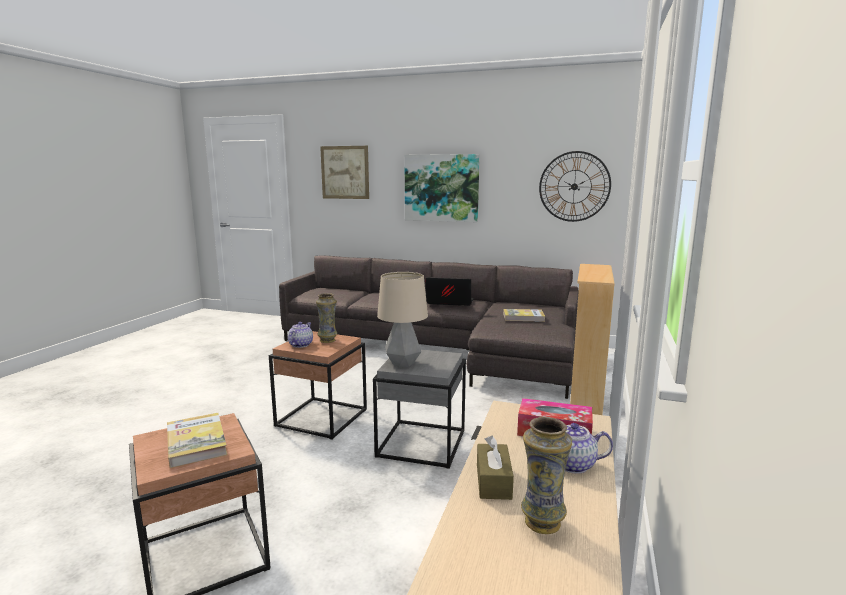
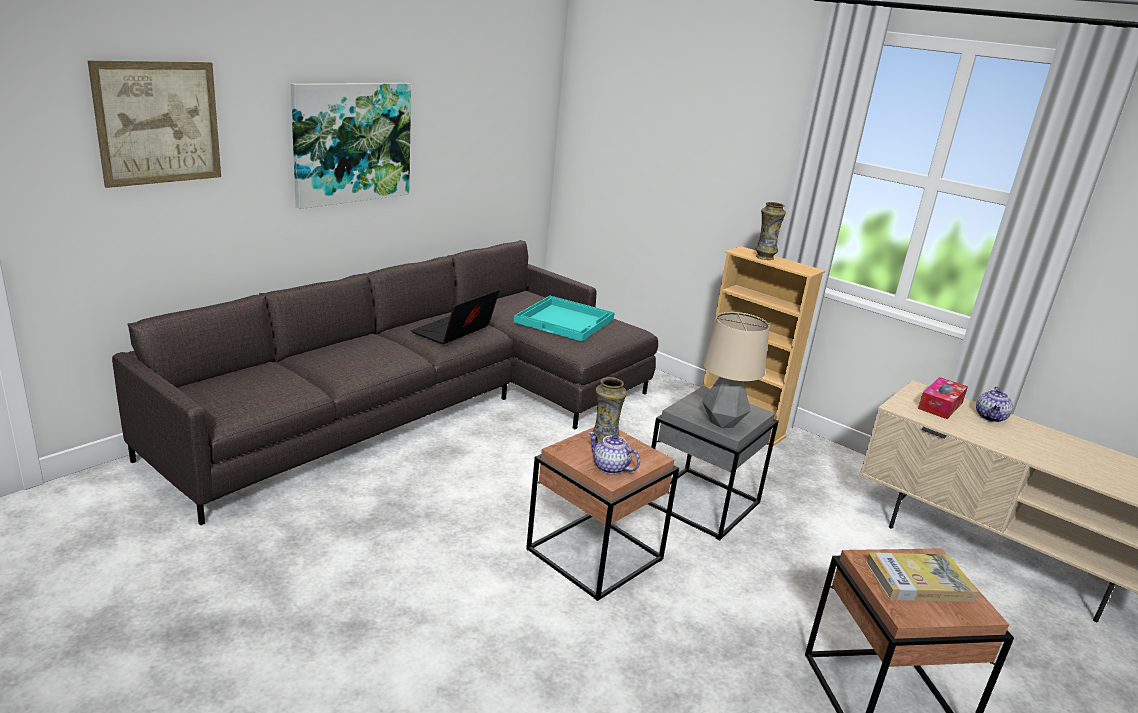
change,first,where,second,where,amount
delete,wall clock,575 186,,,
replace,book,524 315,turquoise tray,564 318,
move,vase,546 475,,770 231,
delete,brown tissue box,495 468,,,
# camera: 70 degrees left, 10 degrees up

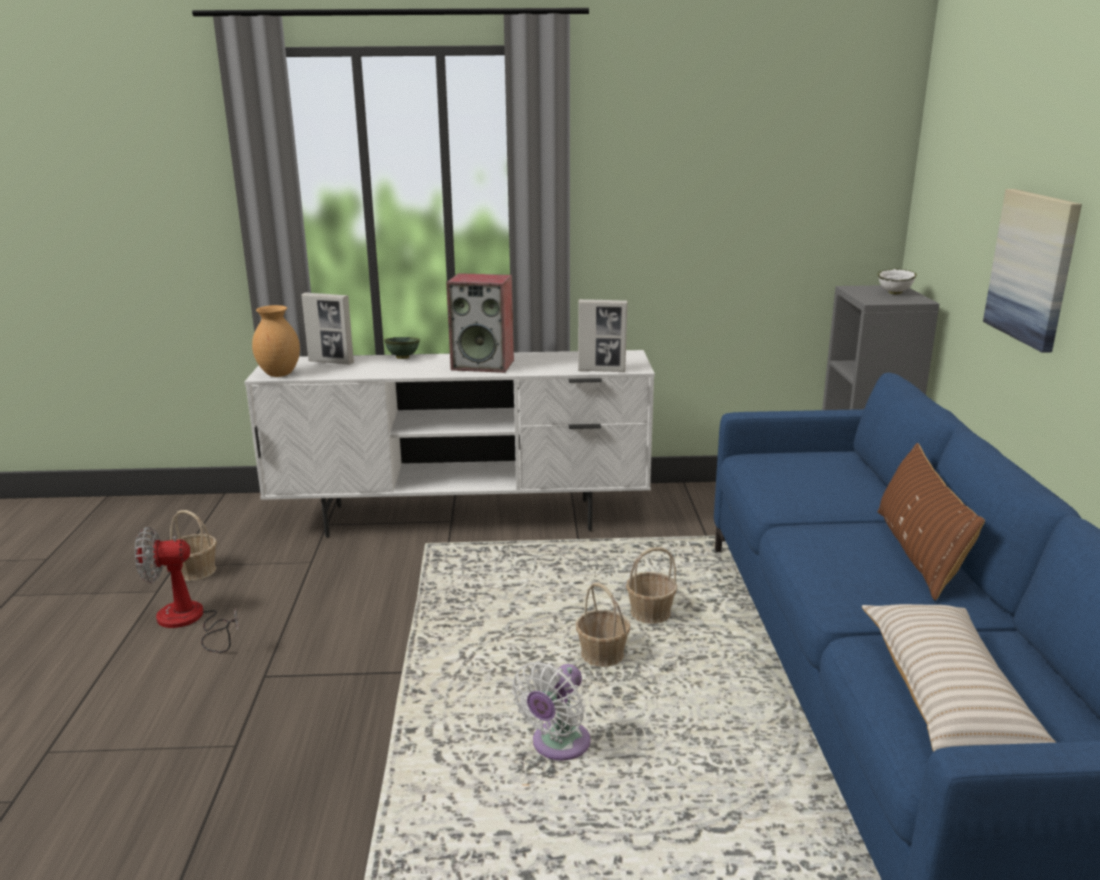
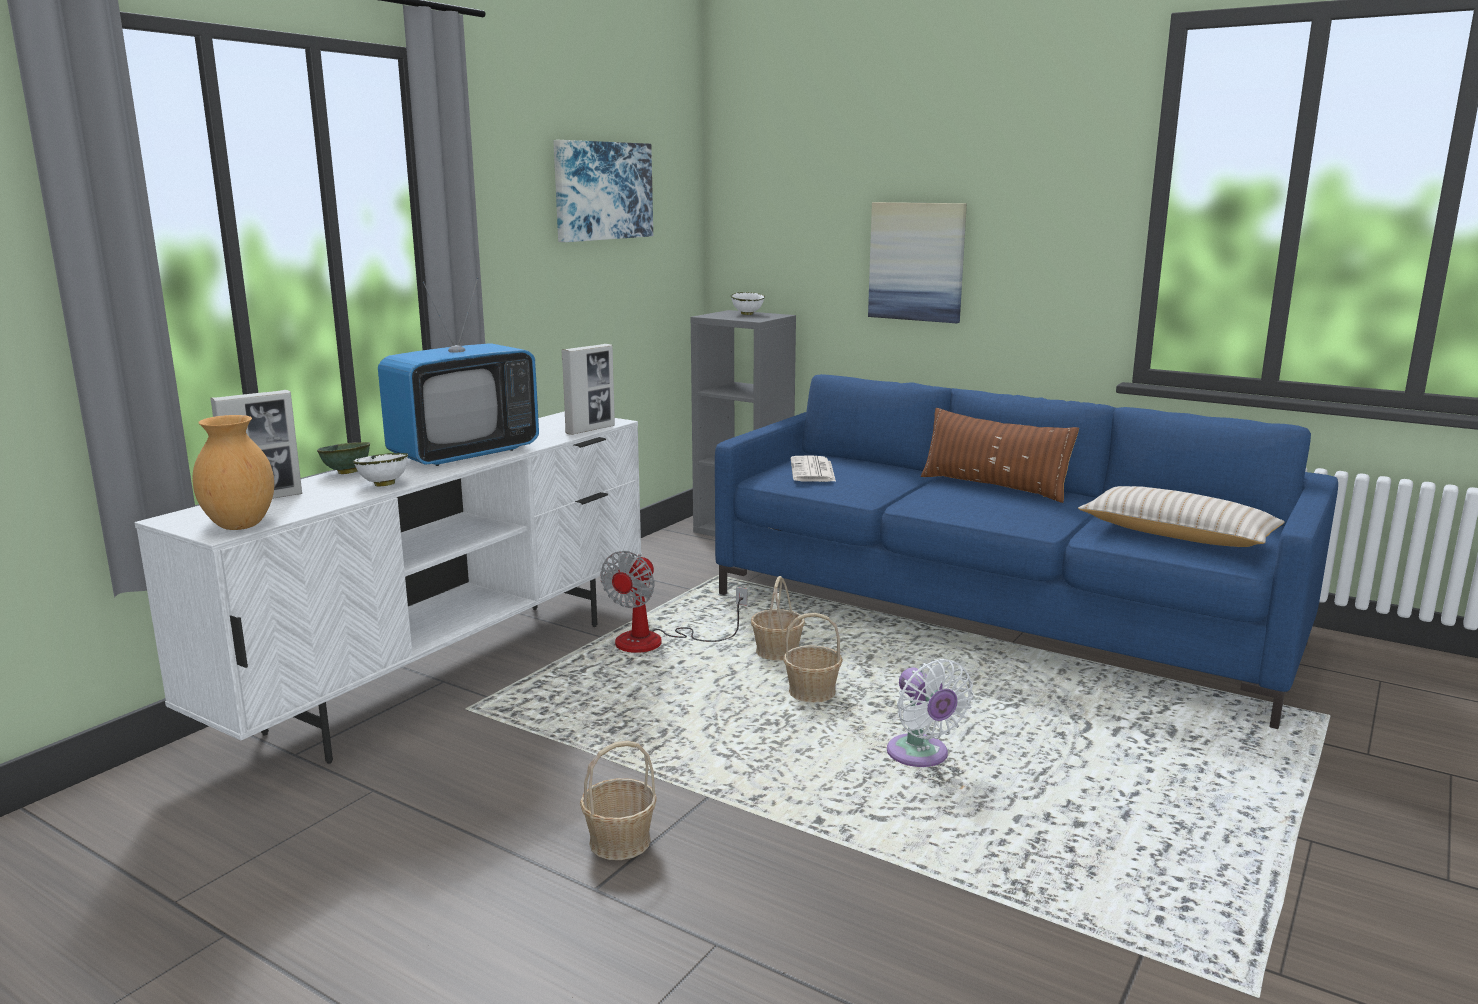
change,first,where,second,where,amount
replace,speaker,480 323,television,458 371,
move,basket,193 545,,618 800,
move,fan,186 590,,674 602,
insert,,,picture,603 191,
insert,,,white bowl,380 470,
insert,,,newspaper,813 468,
# camera: 55 degrees left, 5 degrees down

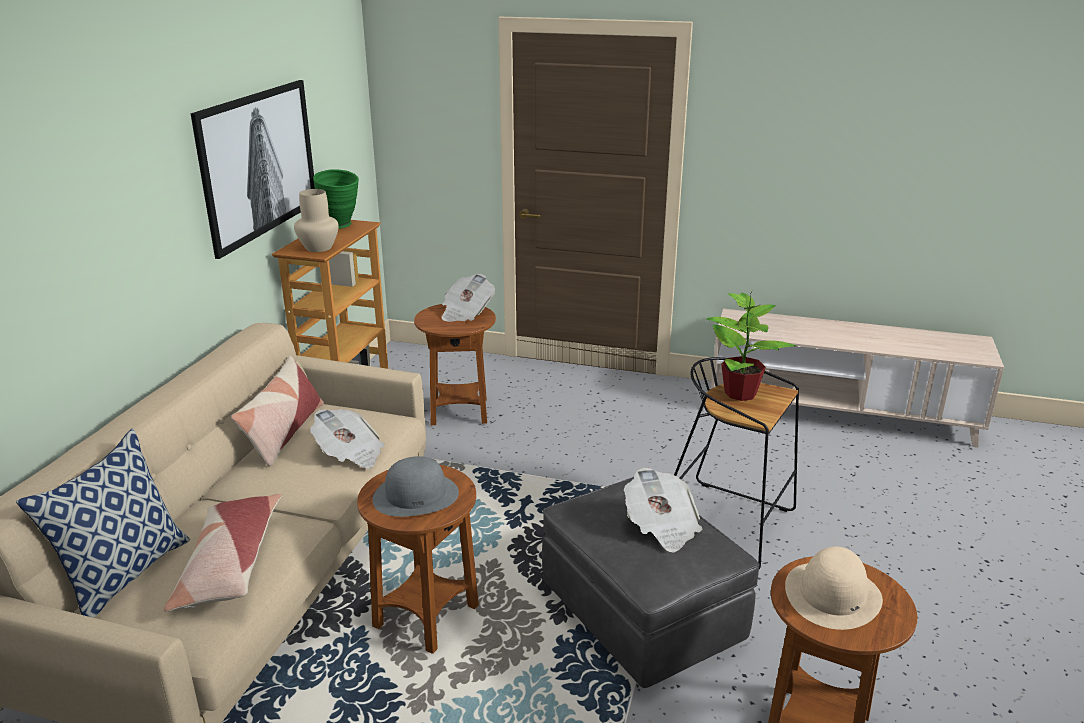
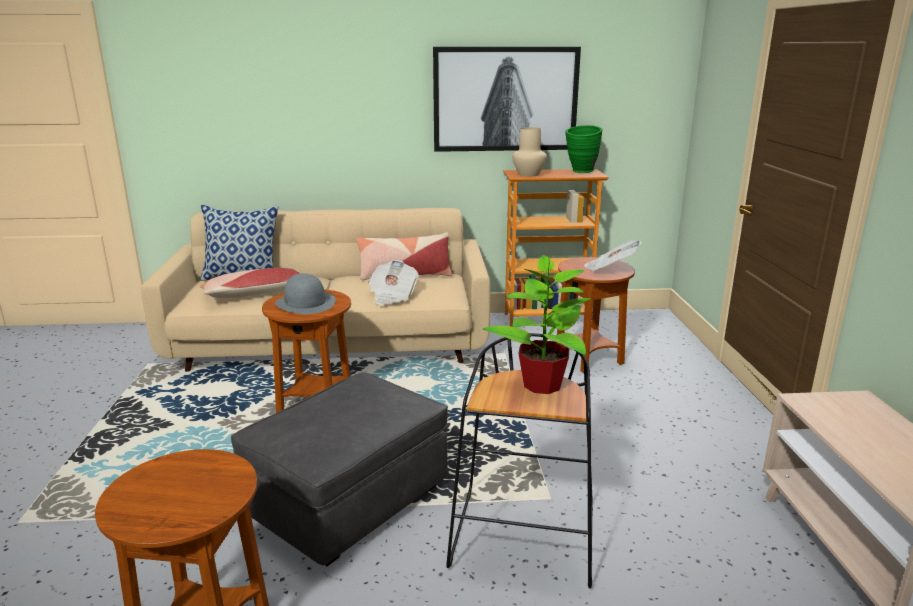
change,first,where,second,where,amount
delete,newspaper,663 510,,,
delete,beige hat,834 588,,,
# camera: 70 degrees right, 5 degrees down

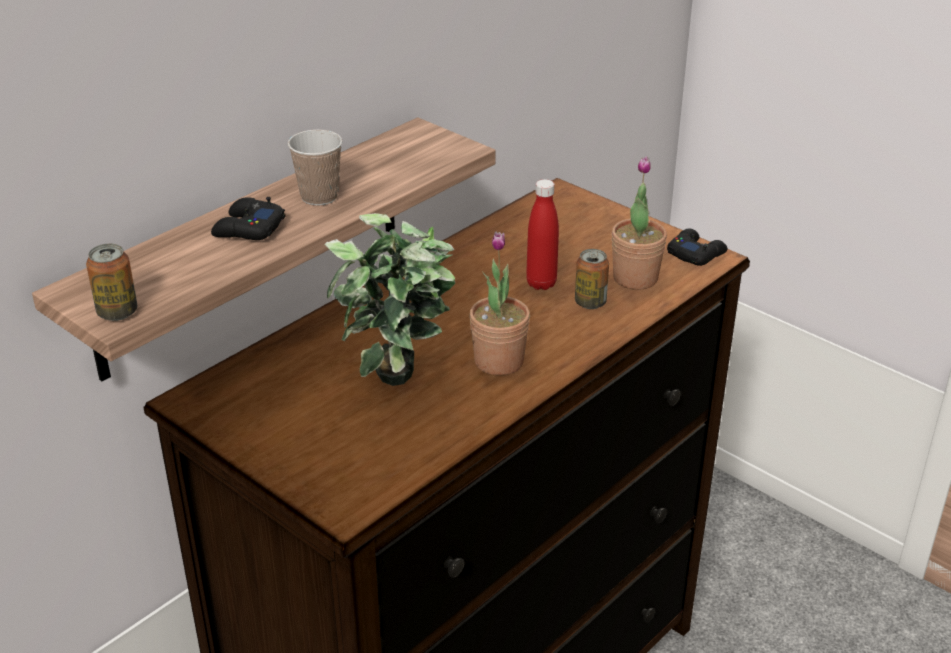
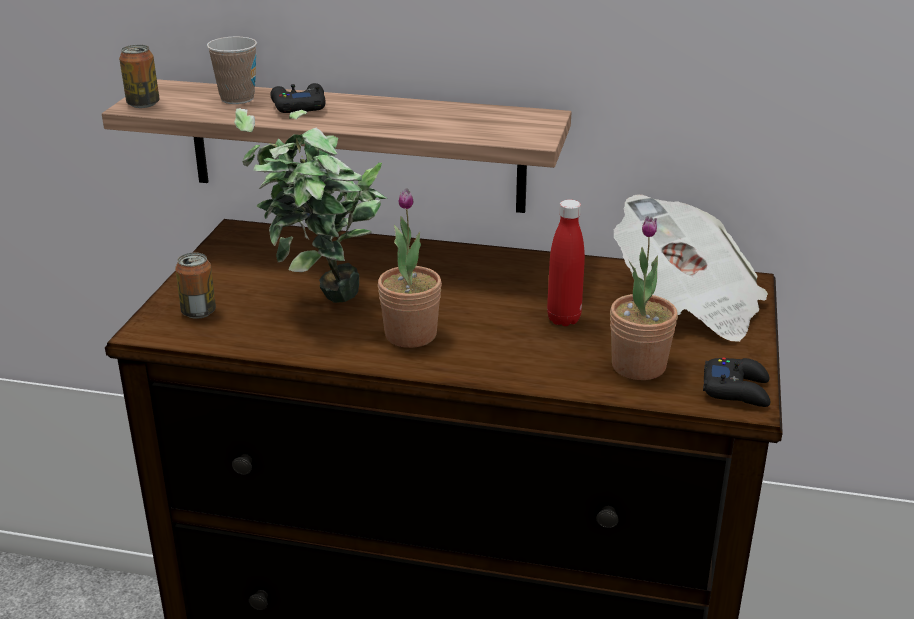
change,first,where,second,where,amount
move,cup,315 168,,232 70,
move,can,592 279,,195 285,
insert,,,newspaper,691 268,
# camera: 60 degrees right, 5 degrees down

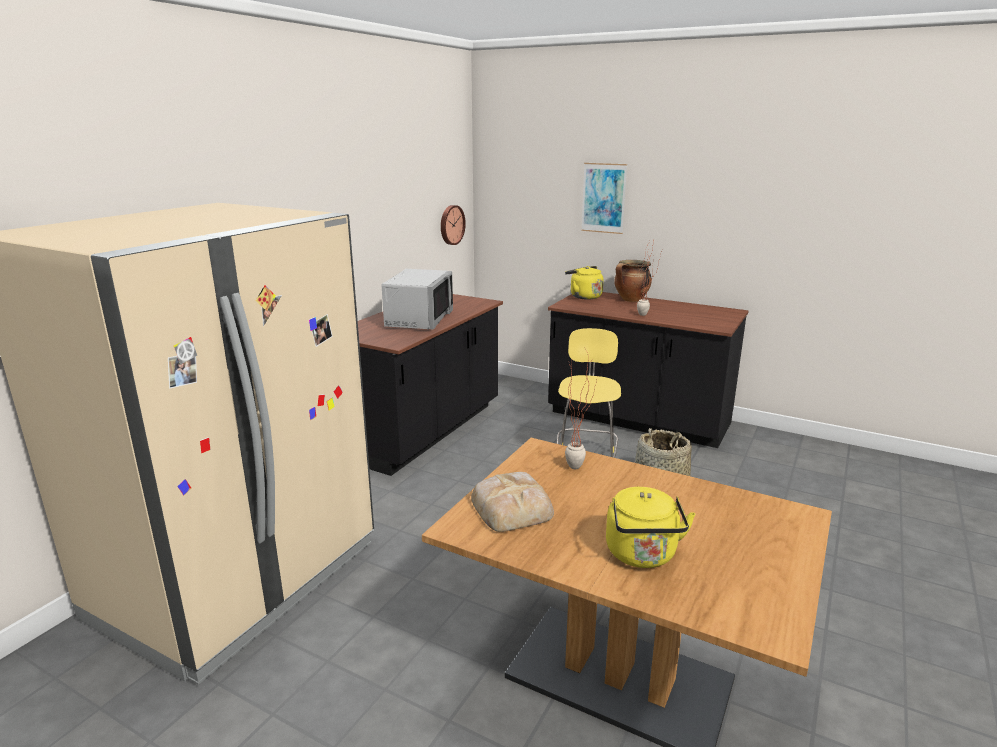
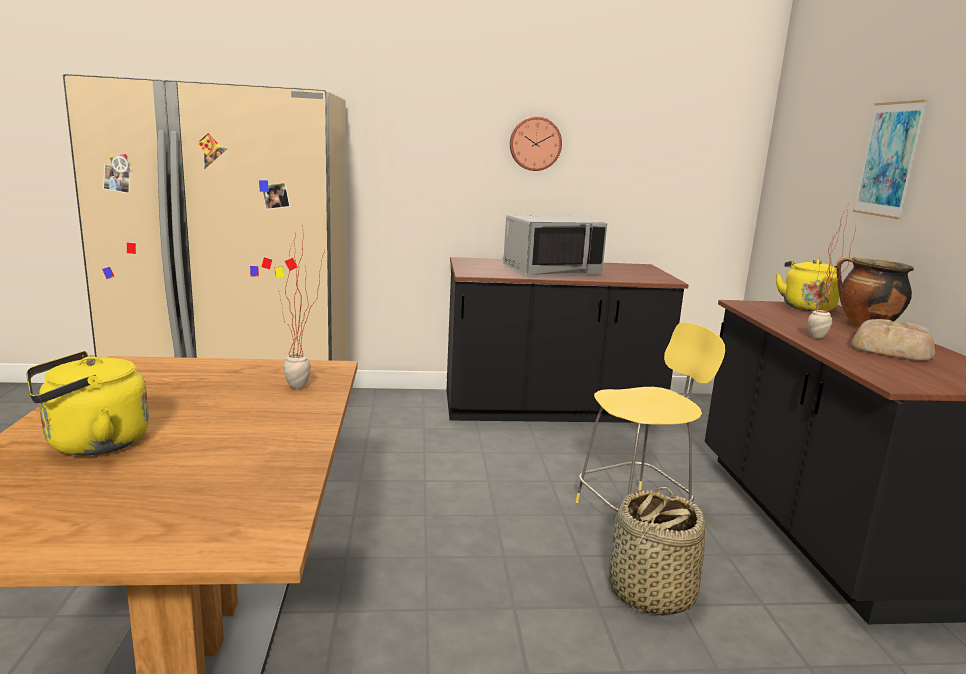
change,first,where,second,where,amount
move,wall clock,453 225,,536 144,
move,bread,512 502,,893 340,
# camera: 55 degrees right, 5 degrees down

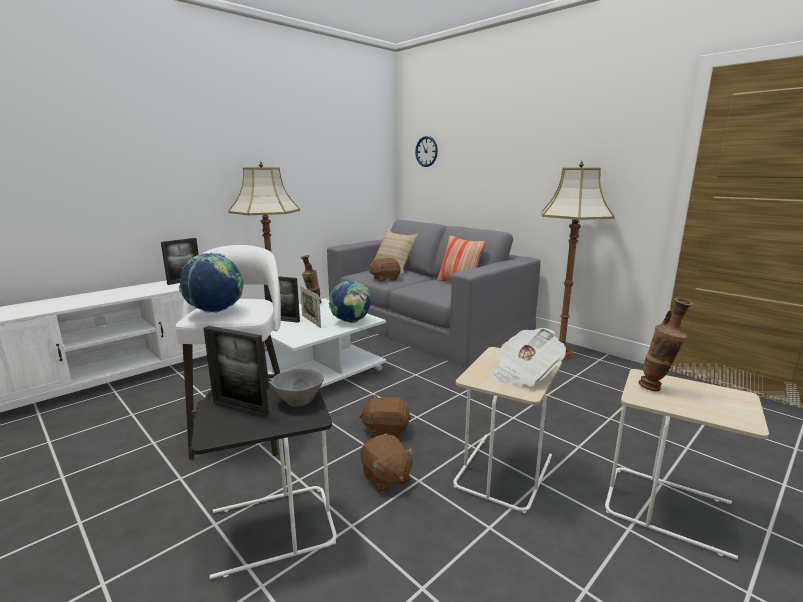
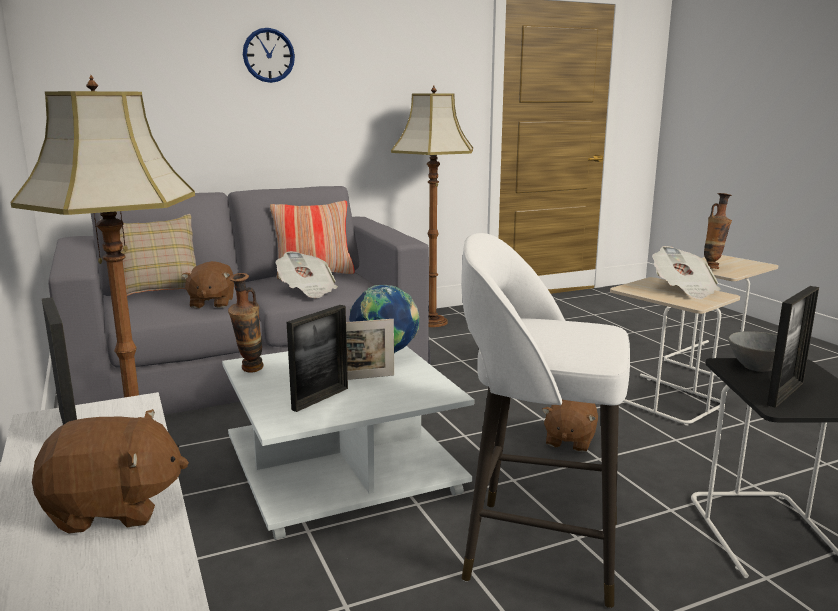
change,first,where,second,where,amount
move,wall clock,426 151,,269 55,
delete,globe,211 283,,,
move,brown plush toy,387 463,,110 471,
insert,,,newspaper,306 275,
# camera: 70 degrees left, 0 degrees up

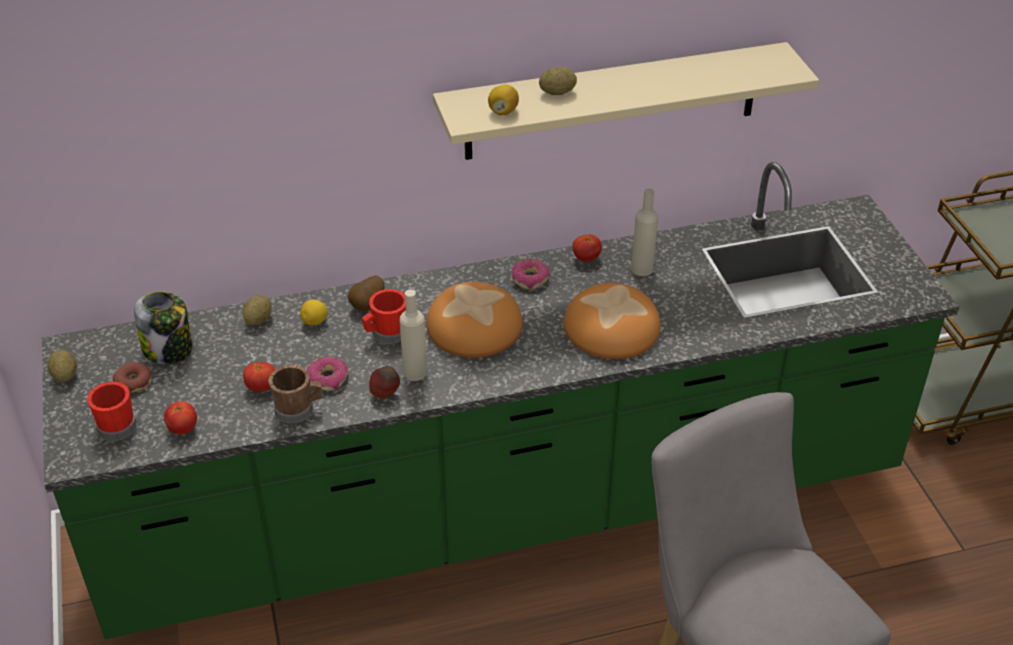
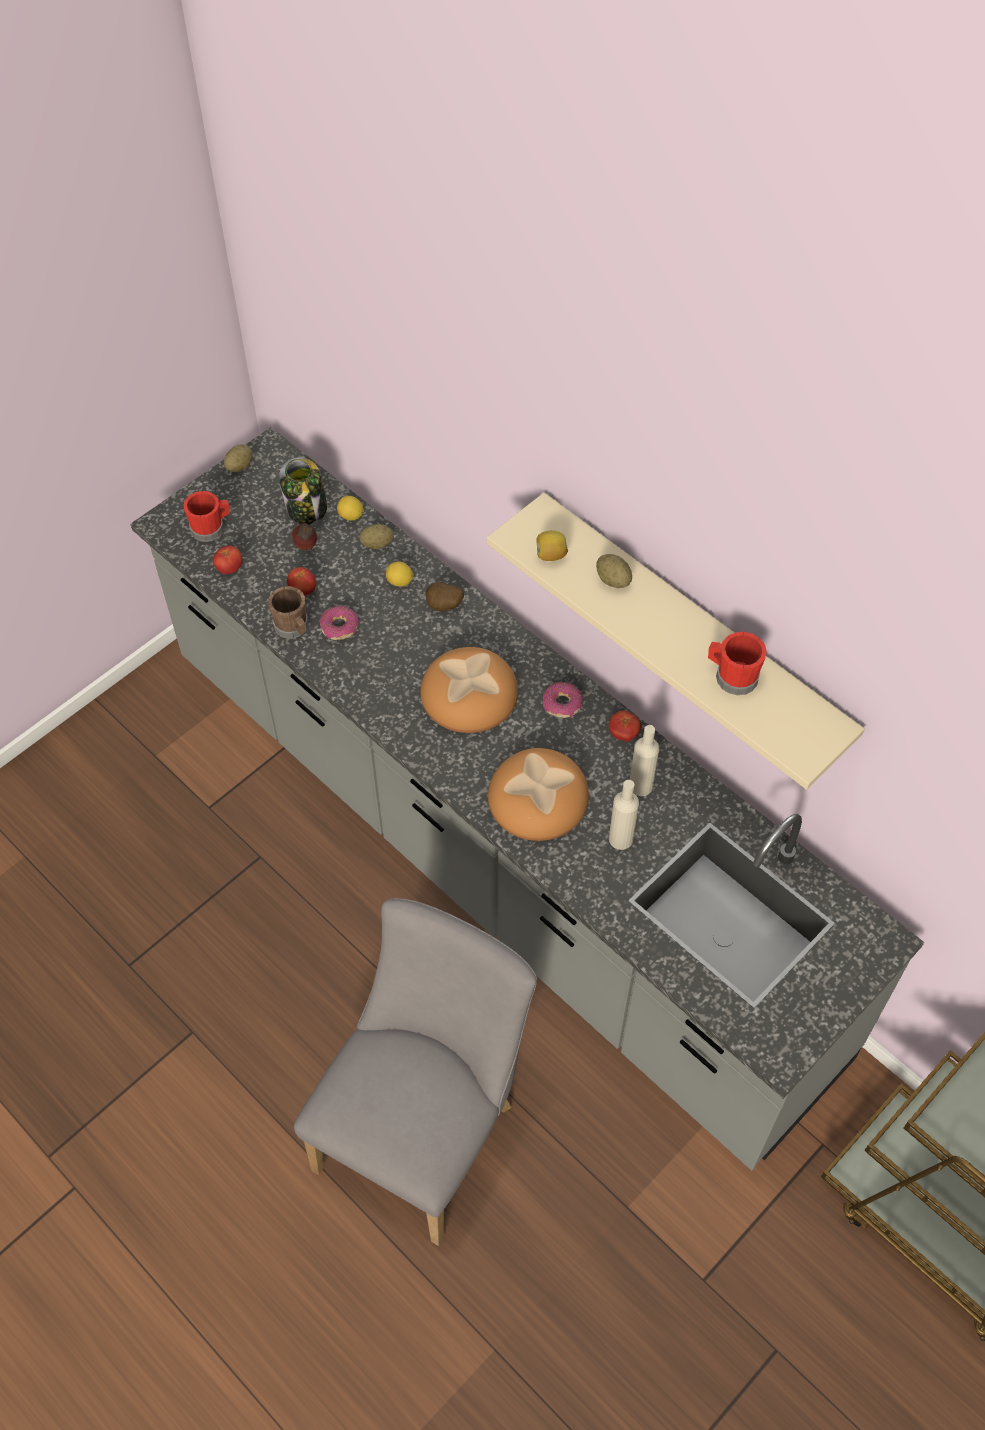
change,first,where,second,where,amount
recolor,green counter,500 400,grey counter,527 798,
move,red mug,384 316,,737 663,
move,beige bottle,413 335,,624 815,
delete,donut,132 378,,,
move,apple,384 382,,304 536,
insert,,,lemon,350 508,
# camera: 60 degrees right, 15 degrees up

